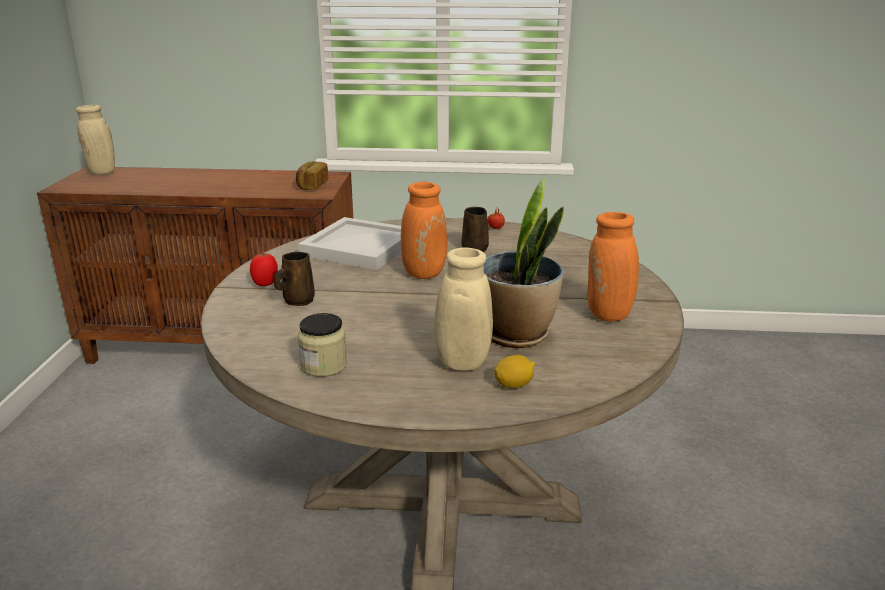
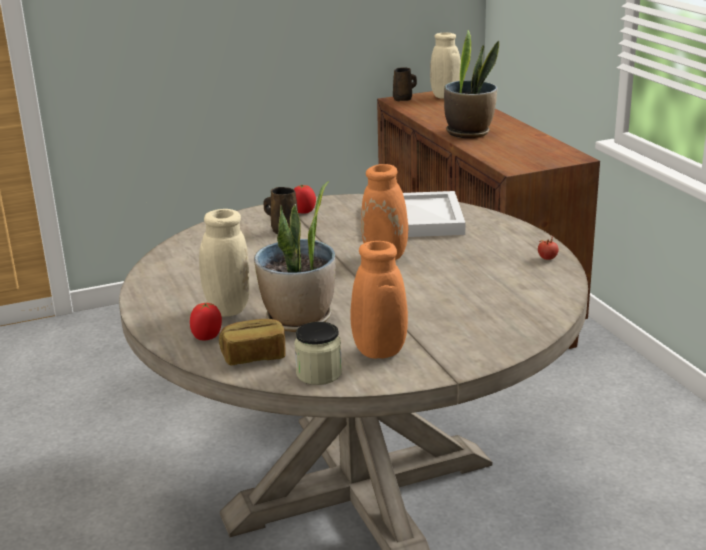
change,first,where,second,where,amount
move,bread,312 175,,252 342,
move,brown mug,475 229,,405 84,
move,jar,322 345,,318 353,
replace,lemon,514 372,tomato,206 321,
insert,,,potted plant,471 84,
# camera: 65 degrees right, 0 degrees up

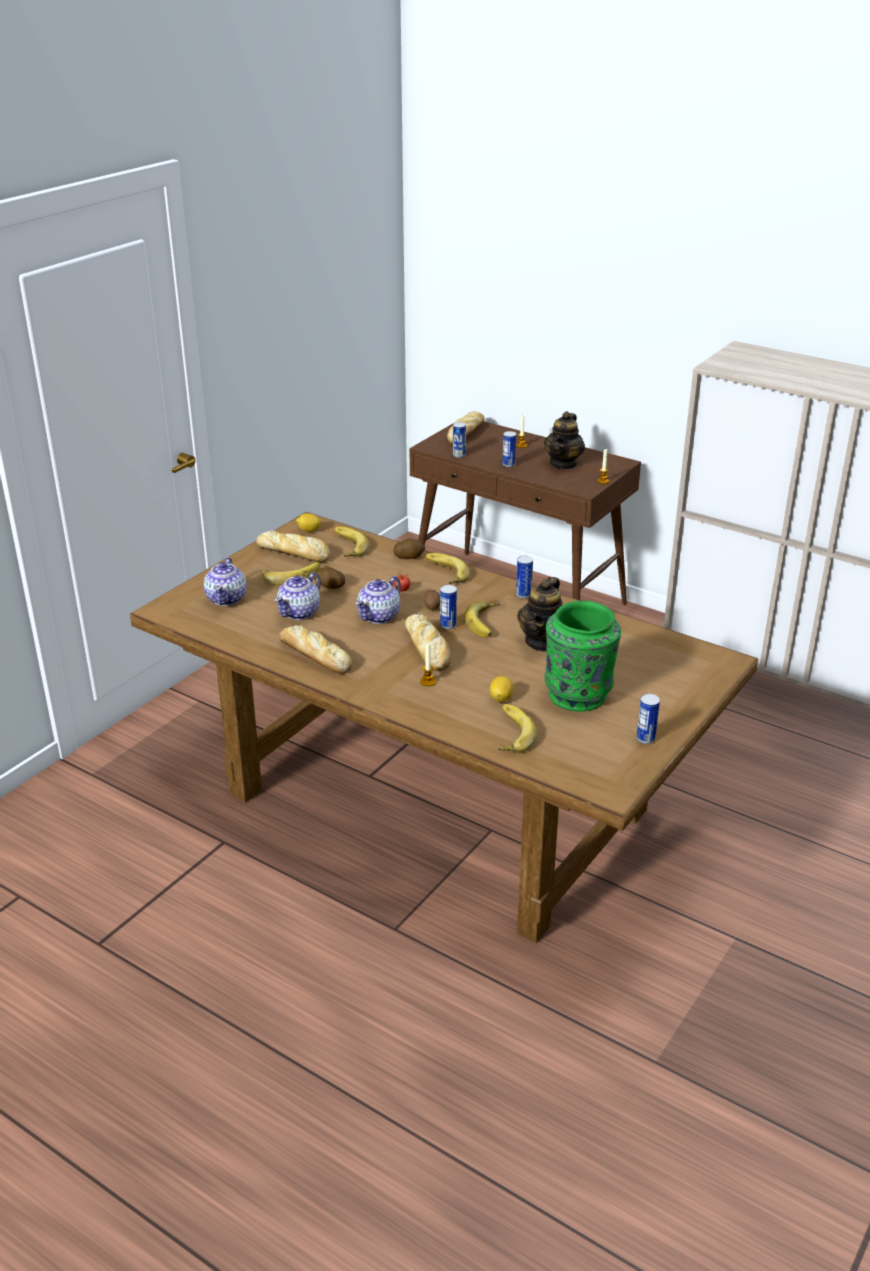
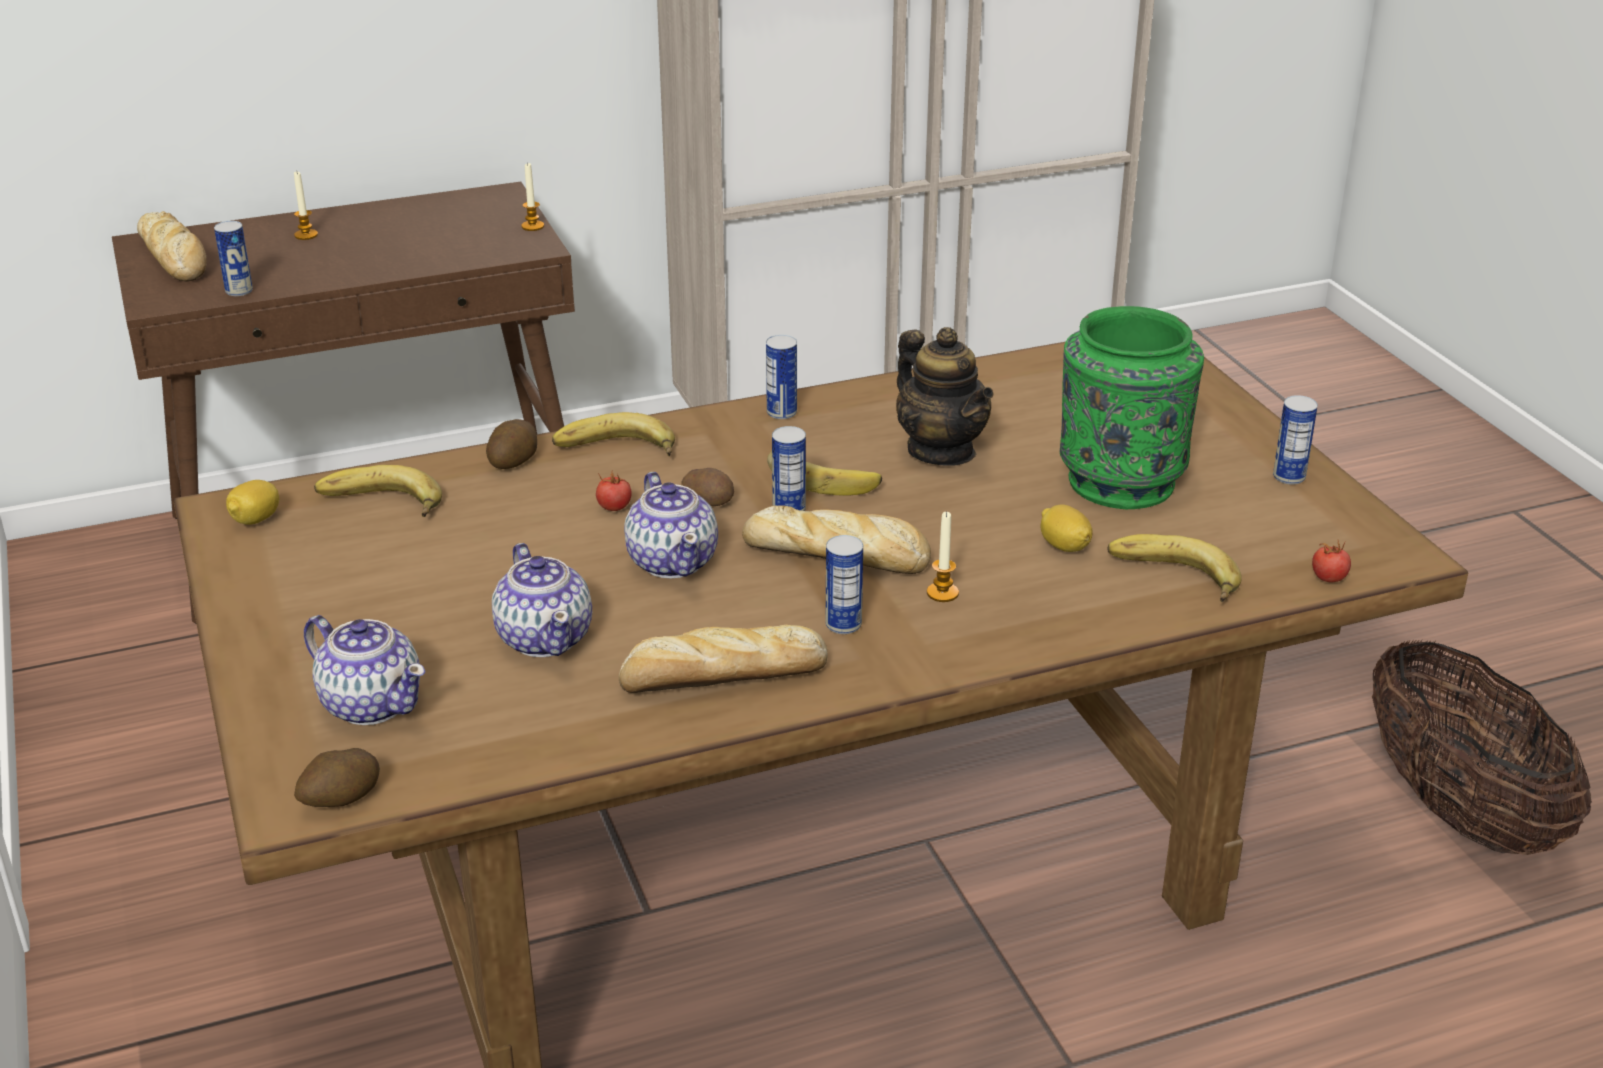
change,first,where,second,where,amount
delete,teapot,564 440,,,
move,can,509 449,,844 584,
delete,bread,293 547,,,
delete,banana,290 573,,,
move,potato,329 578,,337 777,
insert,,,tomato,1331 561,
insert,,,basket,1482 747,
# camera: 55 degrees left, 0 degrees up

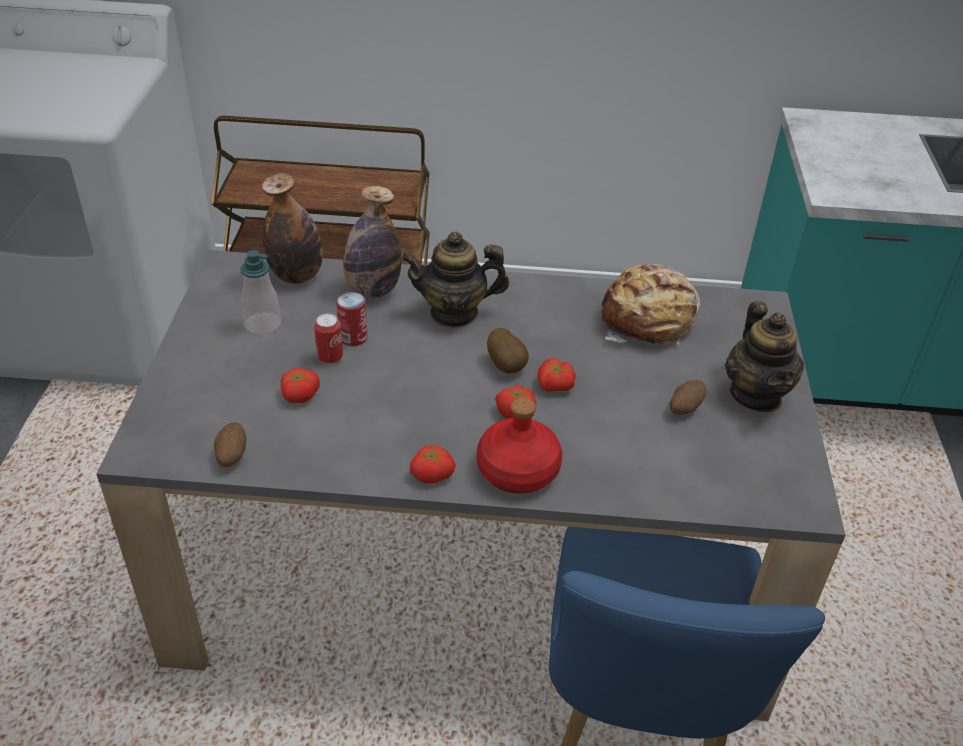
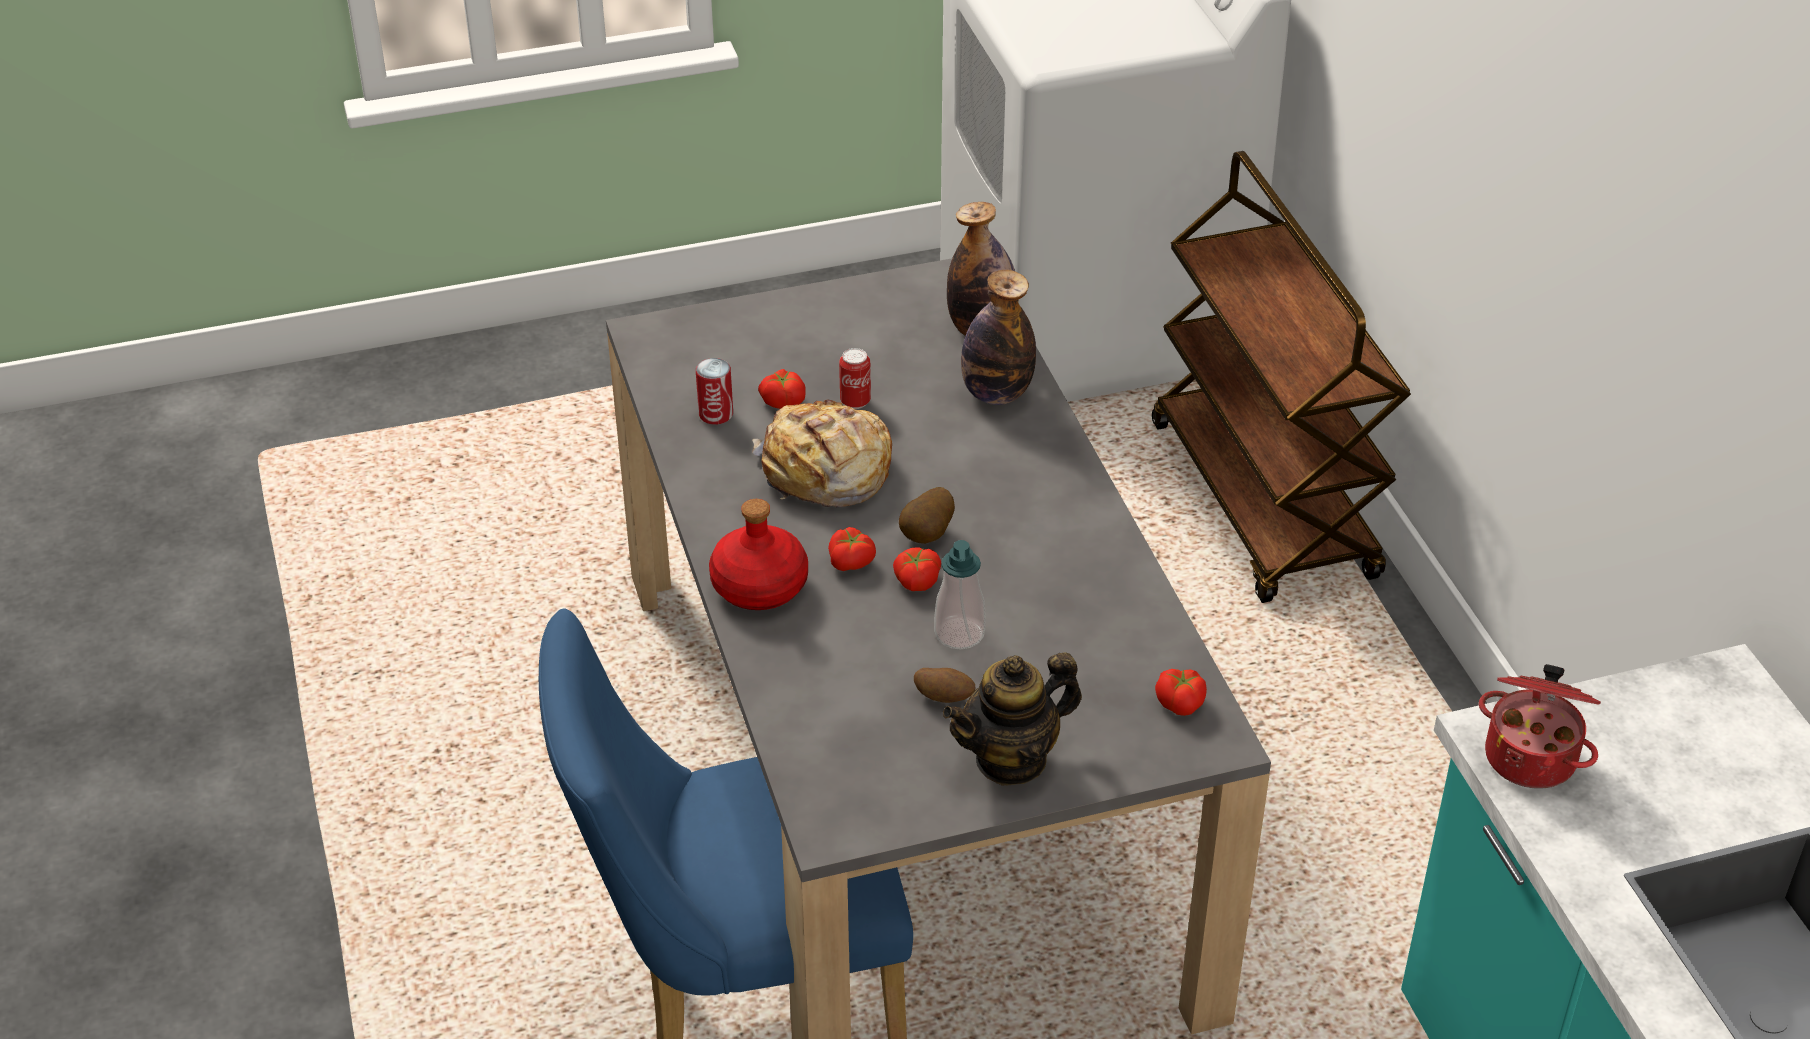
change,first,where,second,where,amount
delete,teapot,455 280,,,
move,soap dispenser,260 292,,960 594,
move,bread,650 304,,822 453,
move,can,351 319,,714 391,
delete,potato,230 444,,,
move,tomato,433 464,,1181 692,
insert,,,cooking pot,1540 726,
# camera: 70 degrees right, 0 degrees up

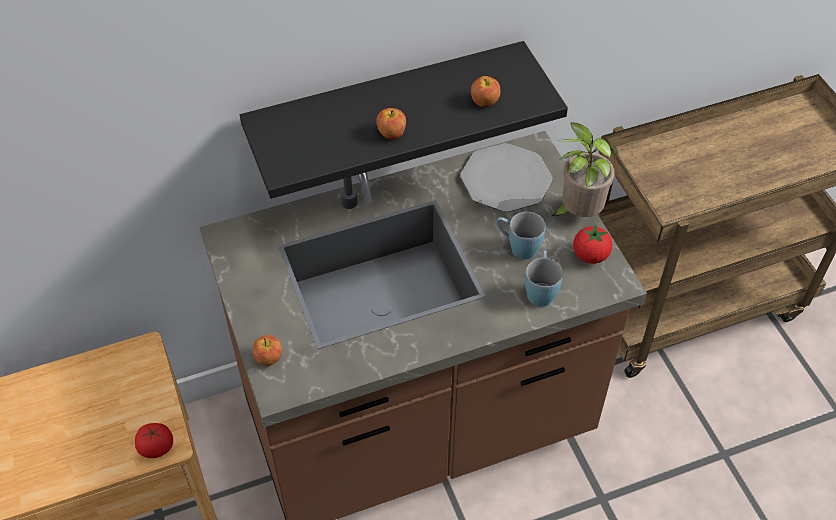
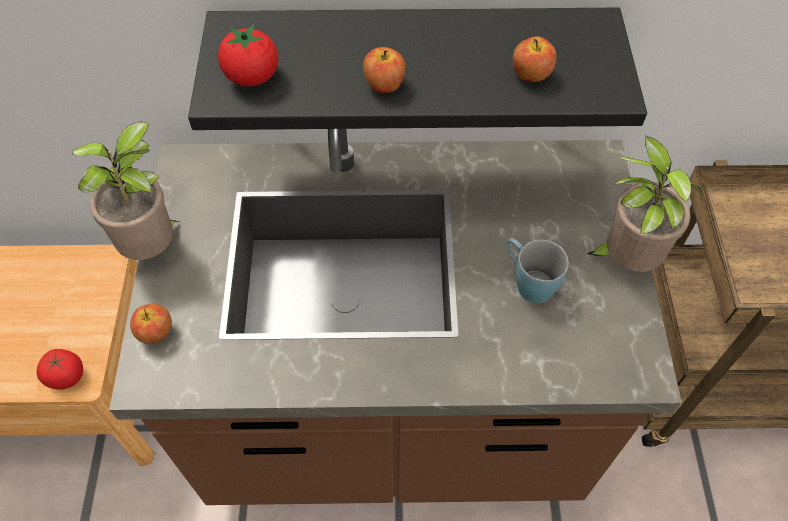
change,first,where,second,where,amount
delete,plate,506 177,,,
move,tomato,592 244,,248 55,
delete,blue mug,544 278,,,
insert,,,potted plant,125 190,
# camera: 20 degrees right, 5 degrees up

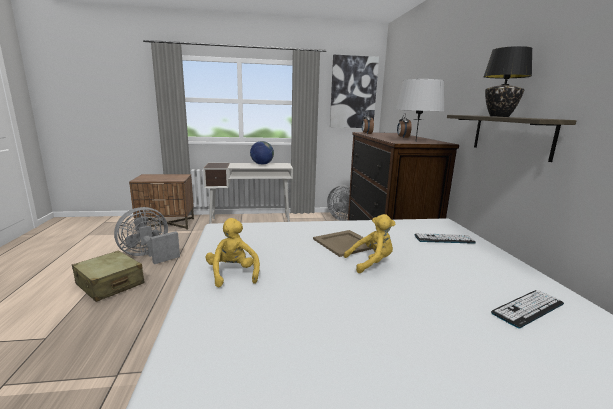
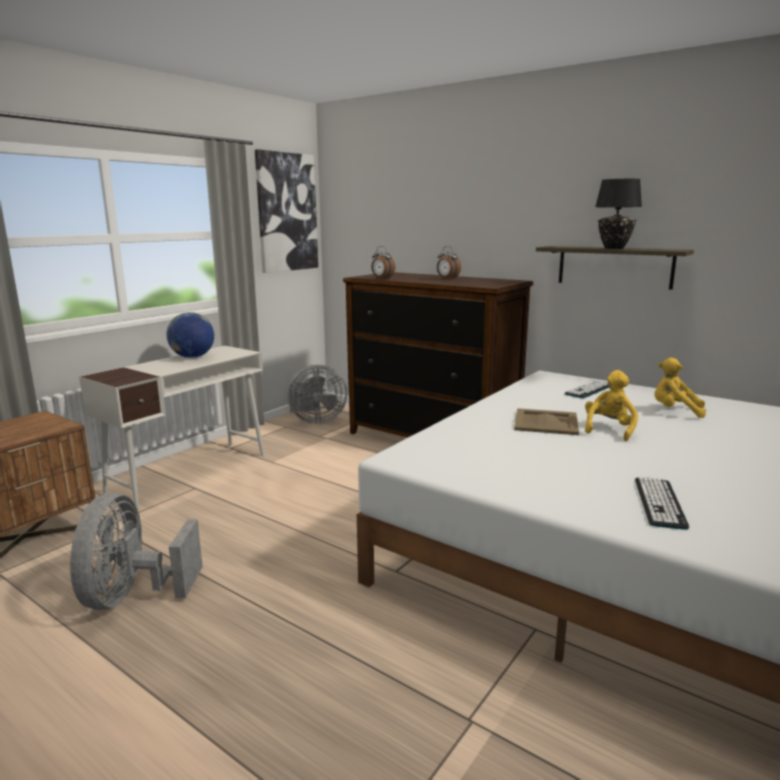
change,first,where,second,where,amount
delete,grey table lamp,420 109,,,
move,yellow plush toy,233 252,,680 388,
delete,beige suitcase,108 276,,,
move,keyboard,527 309,,662 503,
# camera: 45 degrees left, 0 degrees up

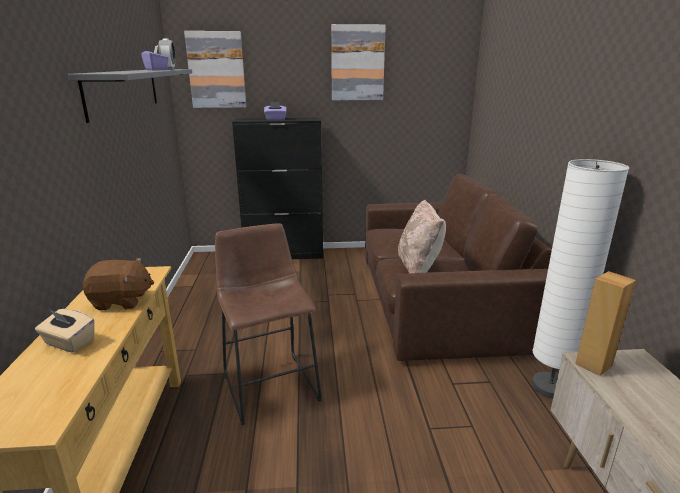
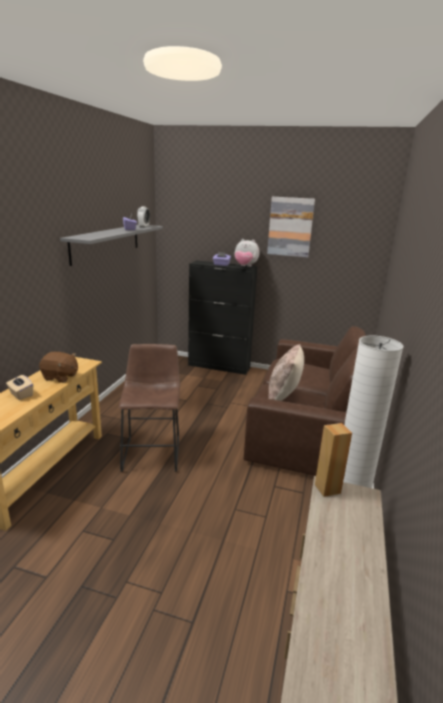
change,first,where,second,where,amount
delete,picture,215 69,,,
insert,,,plush toy,247 253,
# camera: 20 degrees right, 0 degrees up

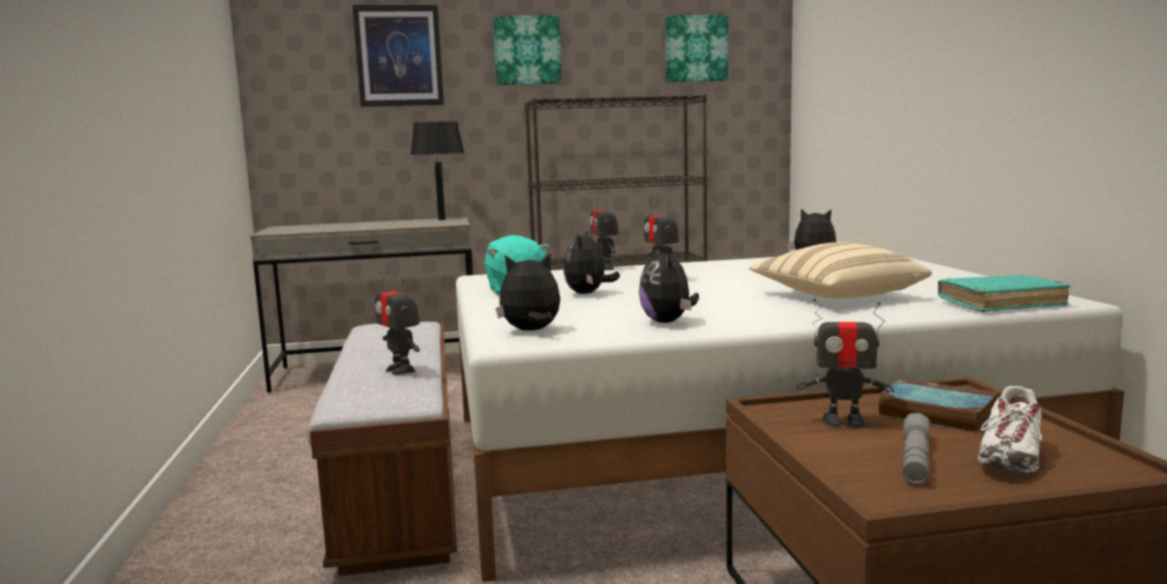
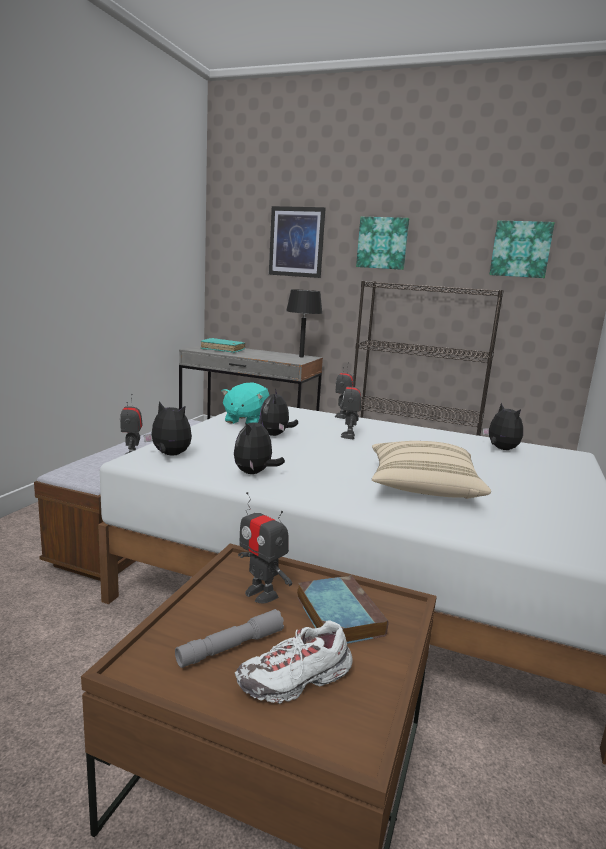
change,first,where,second,where,amount
rotate,plush toy,591 262,,278 412,45 degrees counterclockwise
move,turquoise book,1004 293,,223 345,
# camera: 30 degrees right, 5 degrees up

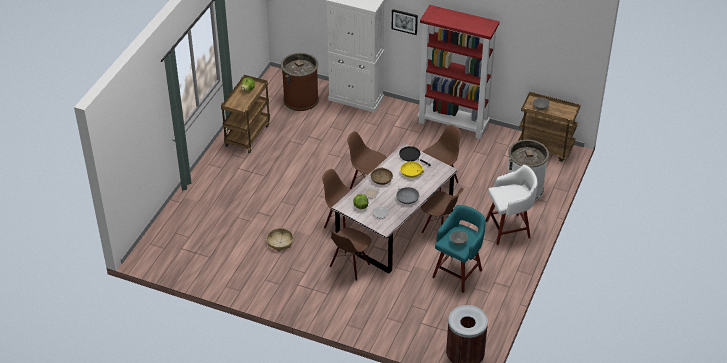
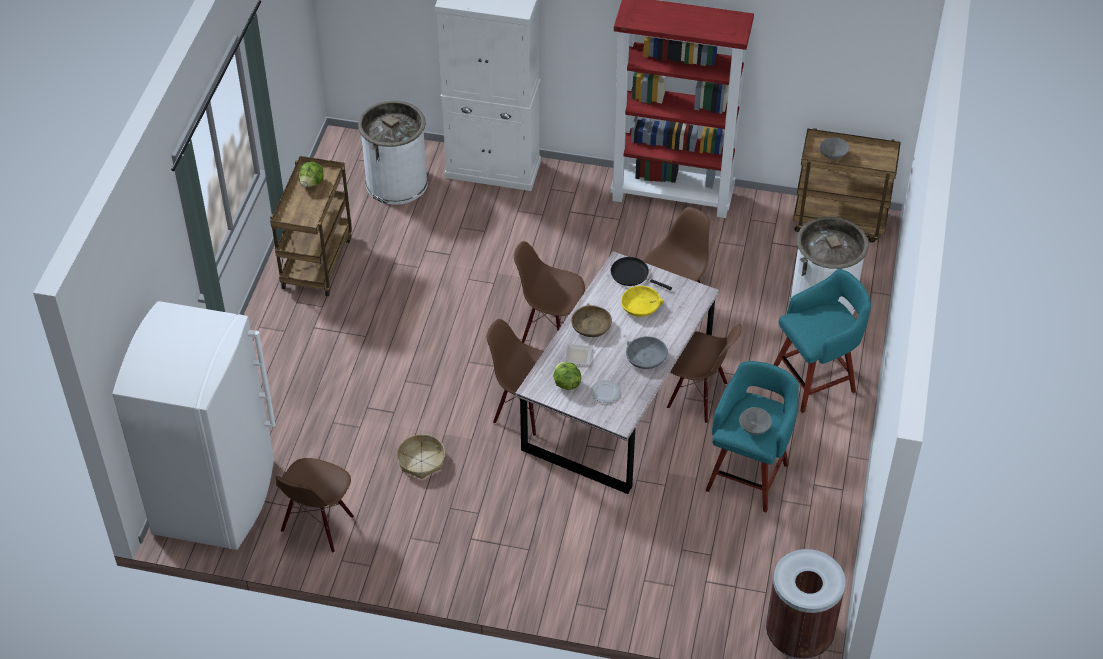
change,first,where,second,where,amount
delete,picture,404 22,,,
recolor,brown trash can,300 82,white trash can,393 152,
recolor,white stool,512 205,turquoise stool,822 341,
move,brown chair,350 254,,314 505,
insert,,,white fridge,194 425,
# camera: 10 degrees left, 5 degrees up

